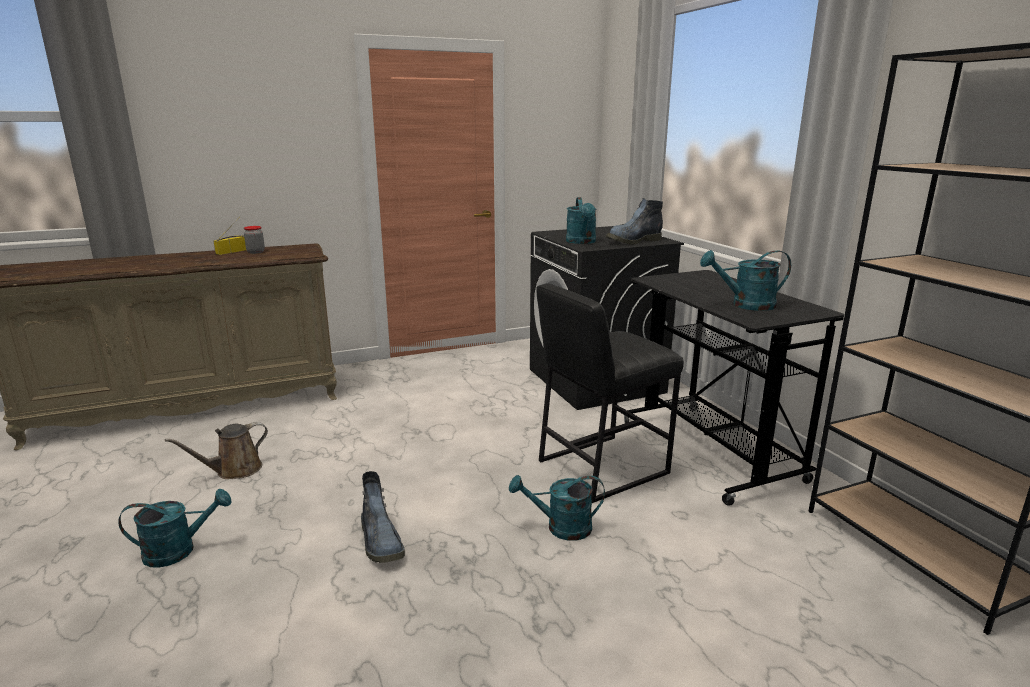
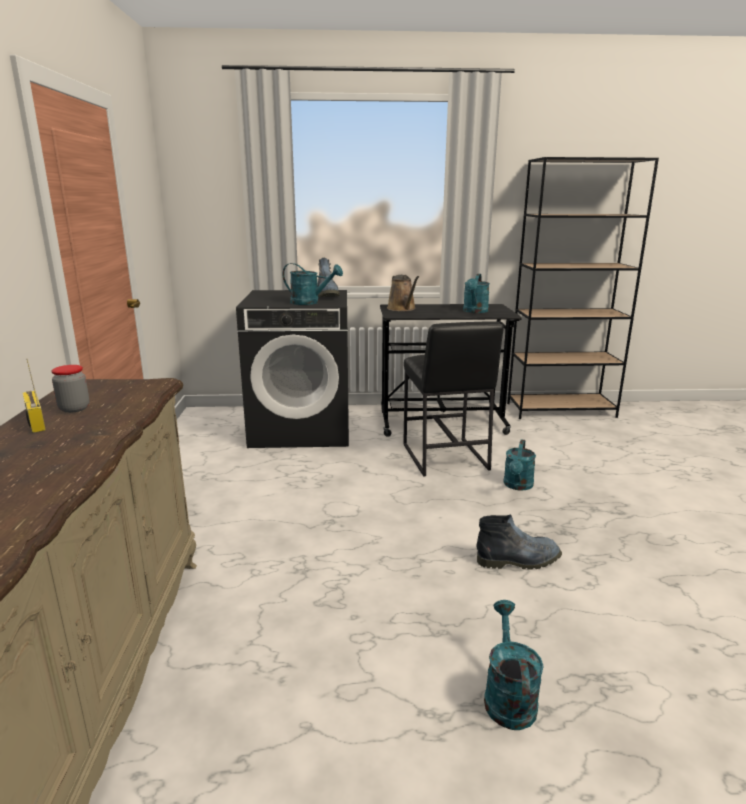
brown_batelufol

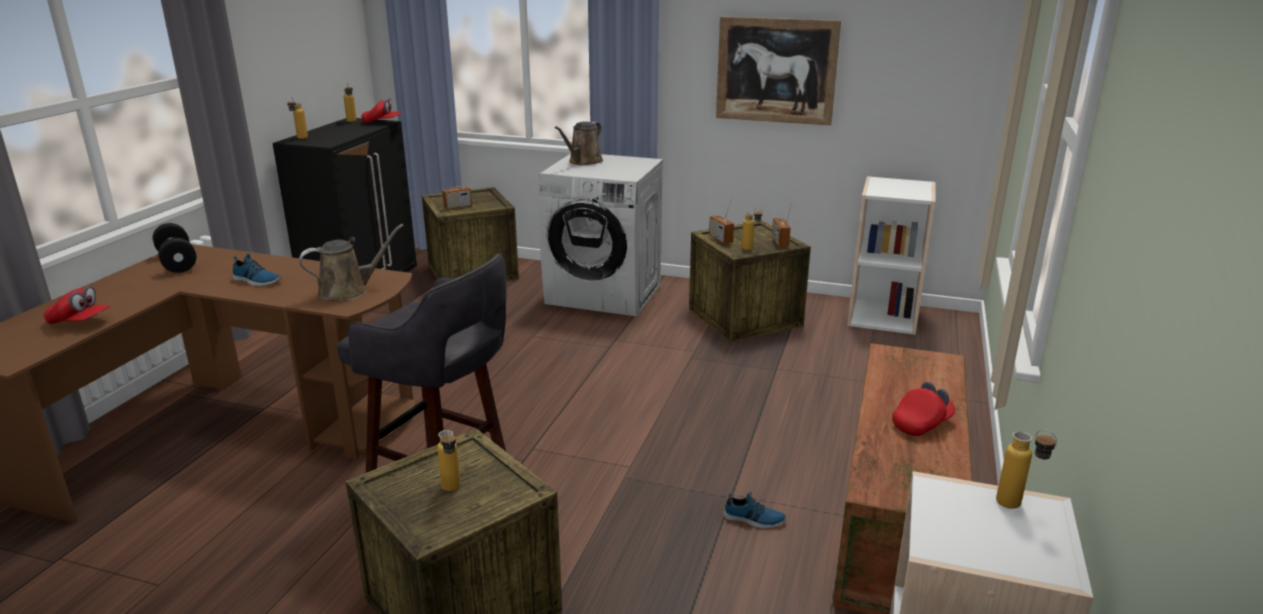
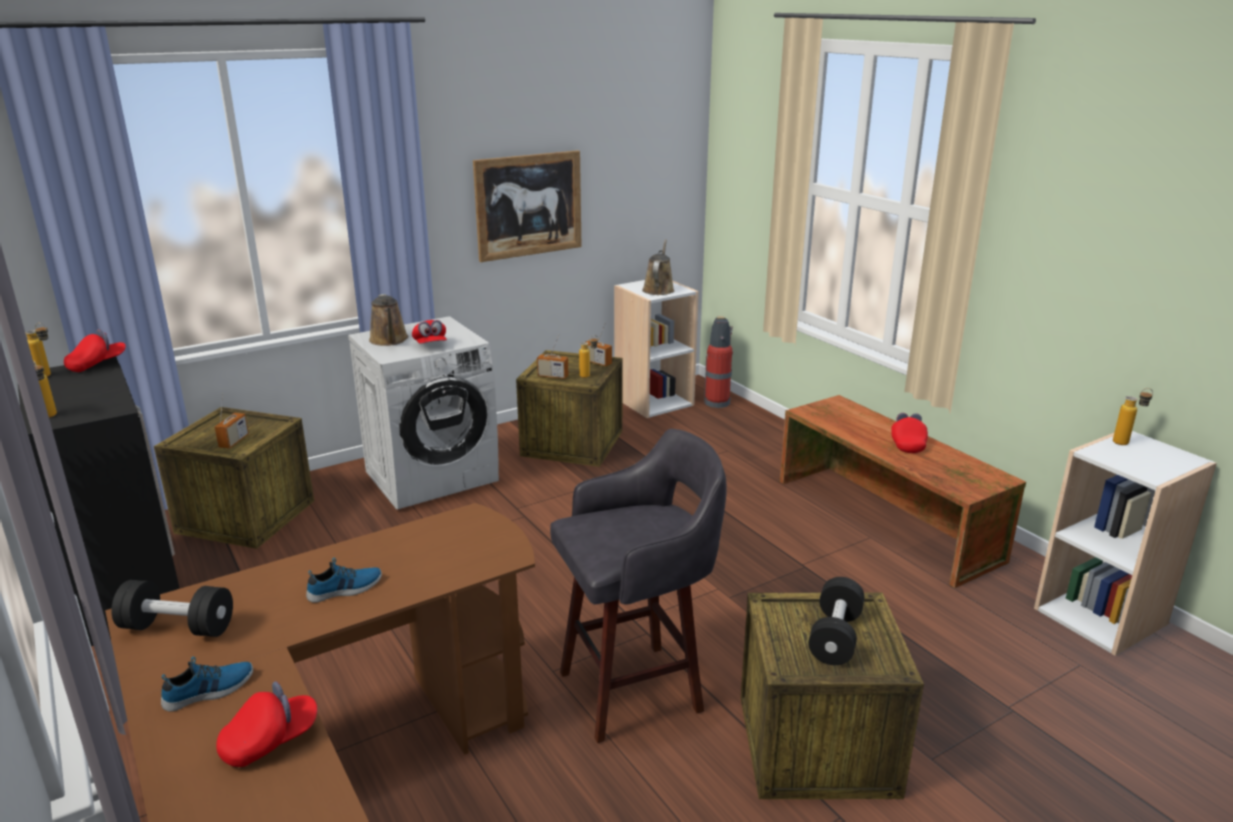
brown_batelufol (no. 2 from left)
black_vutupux (no. 2 from left)
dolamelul (no. 1 from left)
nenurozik
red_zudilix (no. 3 from left)

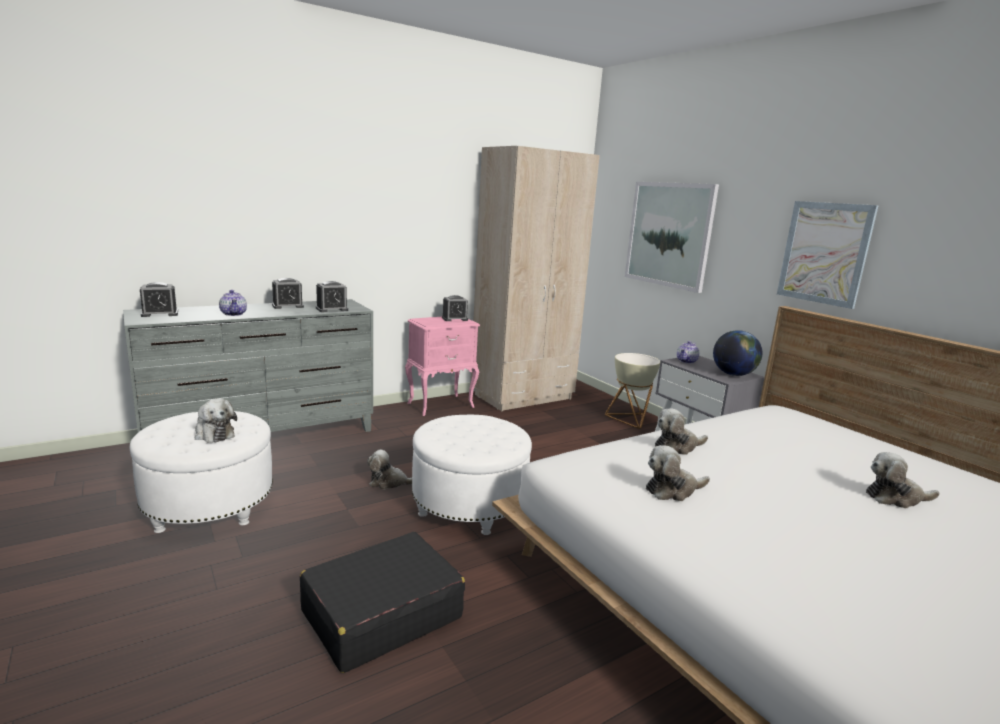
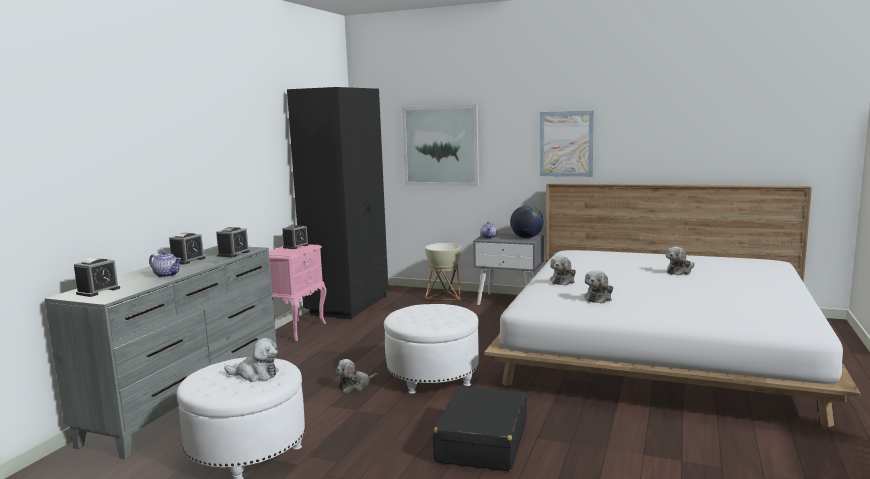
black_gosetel

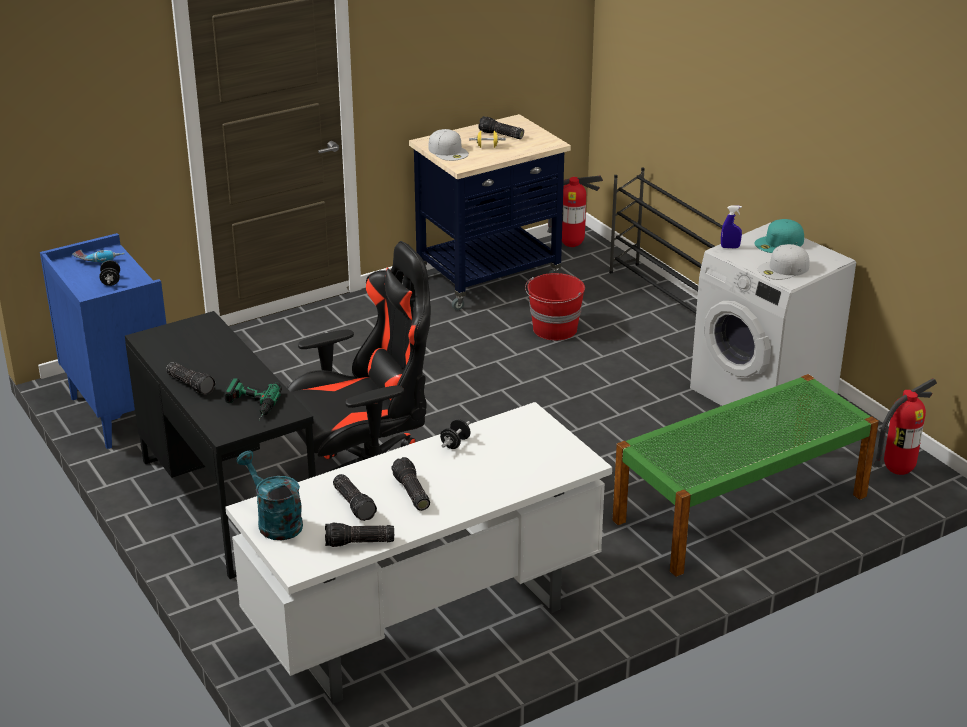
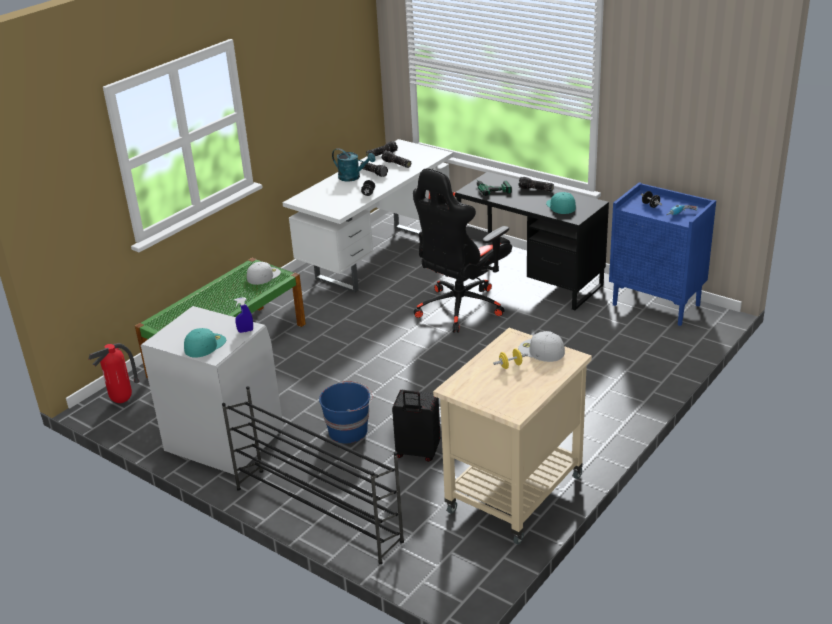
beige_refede
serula (no. 5 from left in the first image)
nenurozik (no. 1 from left in the first image)
white_zudilix (no. 1 from left)
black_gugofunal
turquoise_batelufol
turquoise_zudilix (no. 2 from left)
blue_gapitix

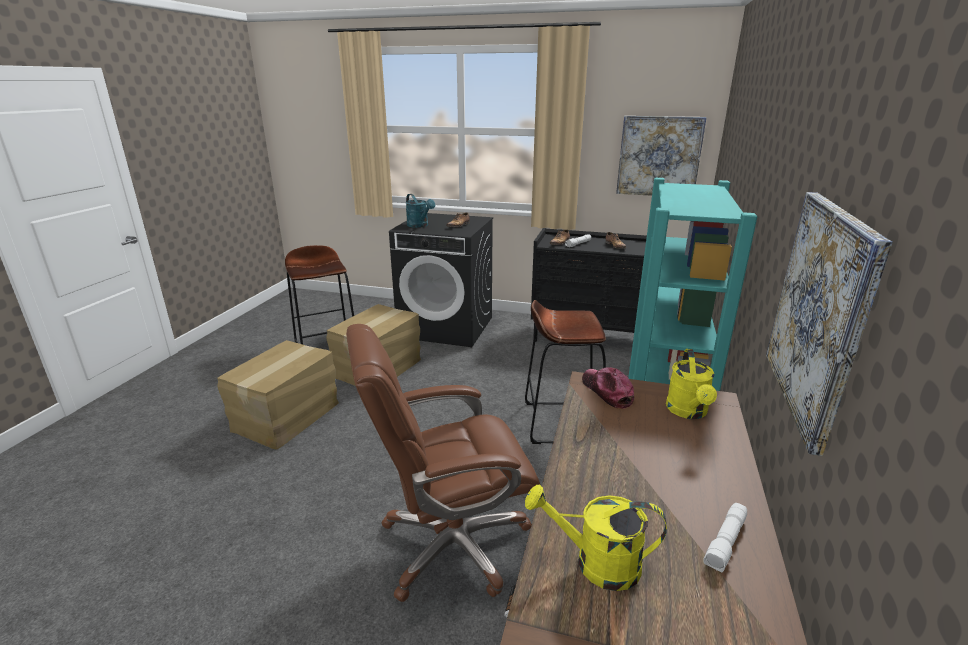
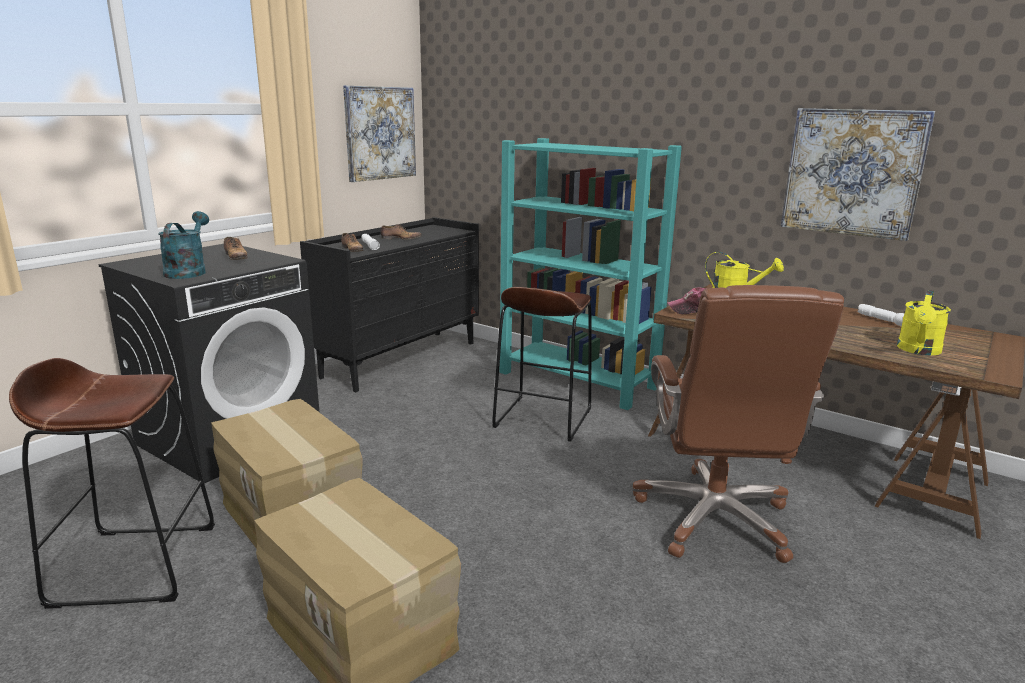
turquoise_batelufol

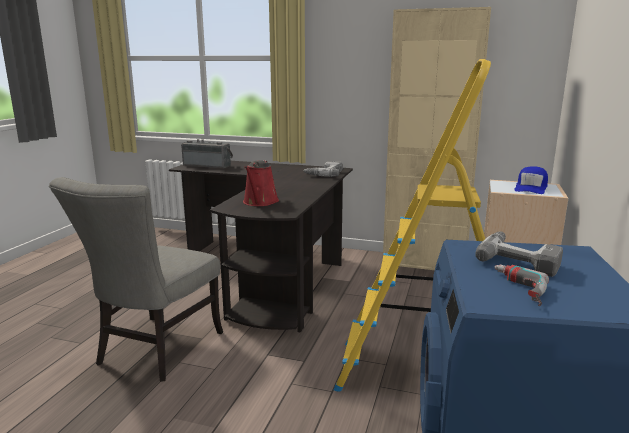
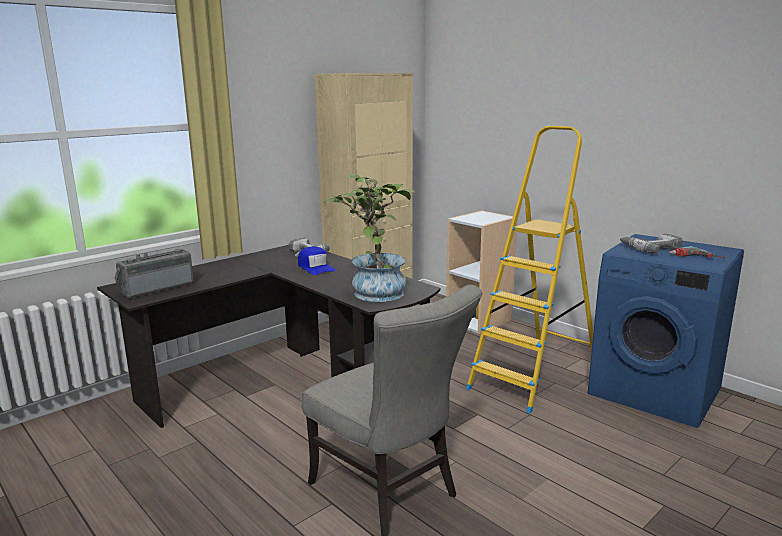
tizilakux
blue_zudilix

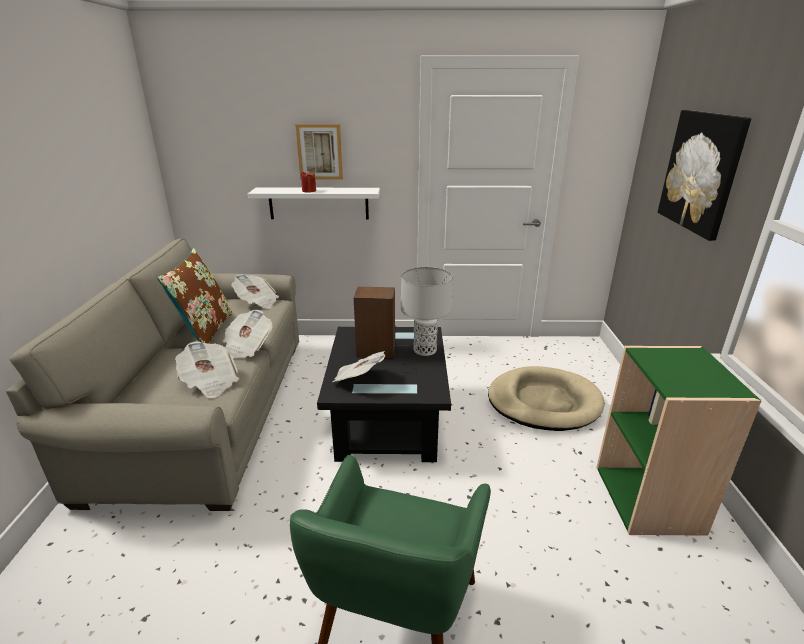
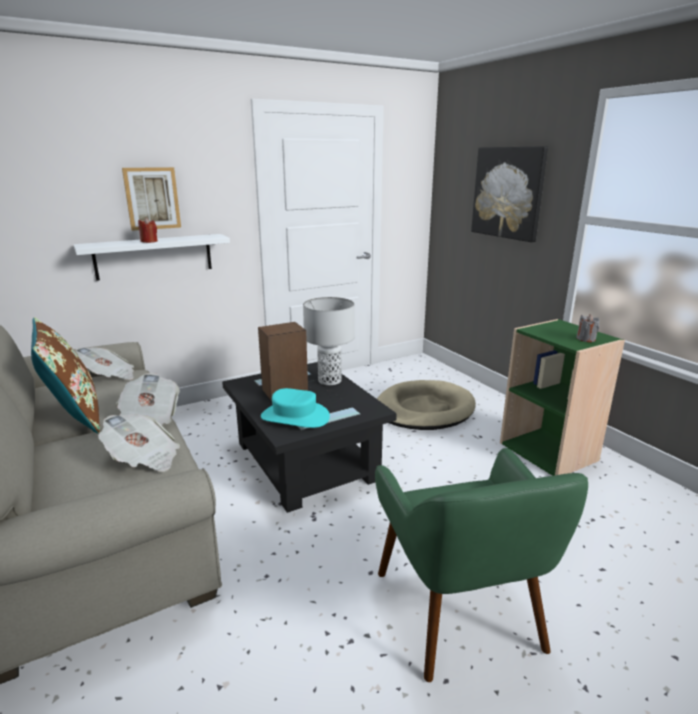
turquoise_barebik
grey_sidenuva

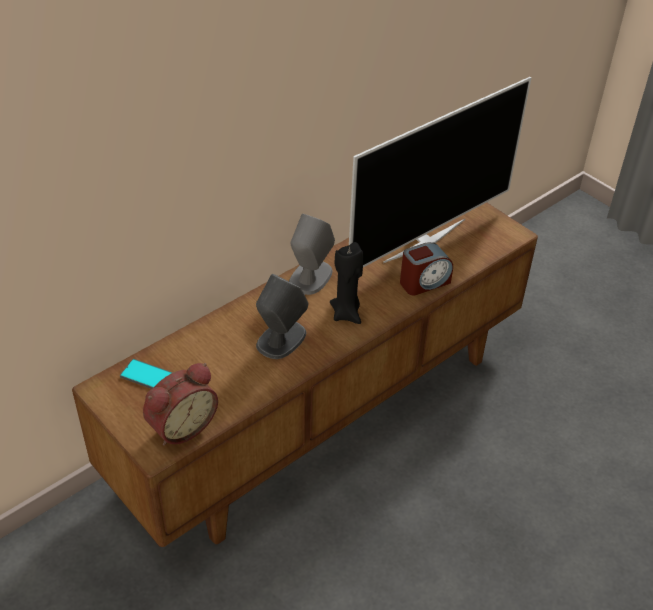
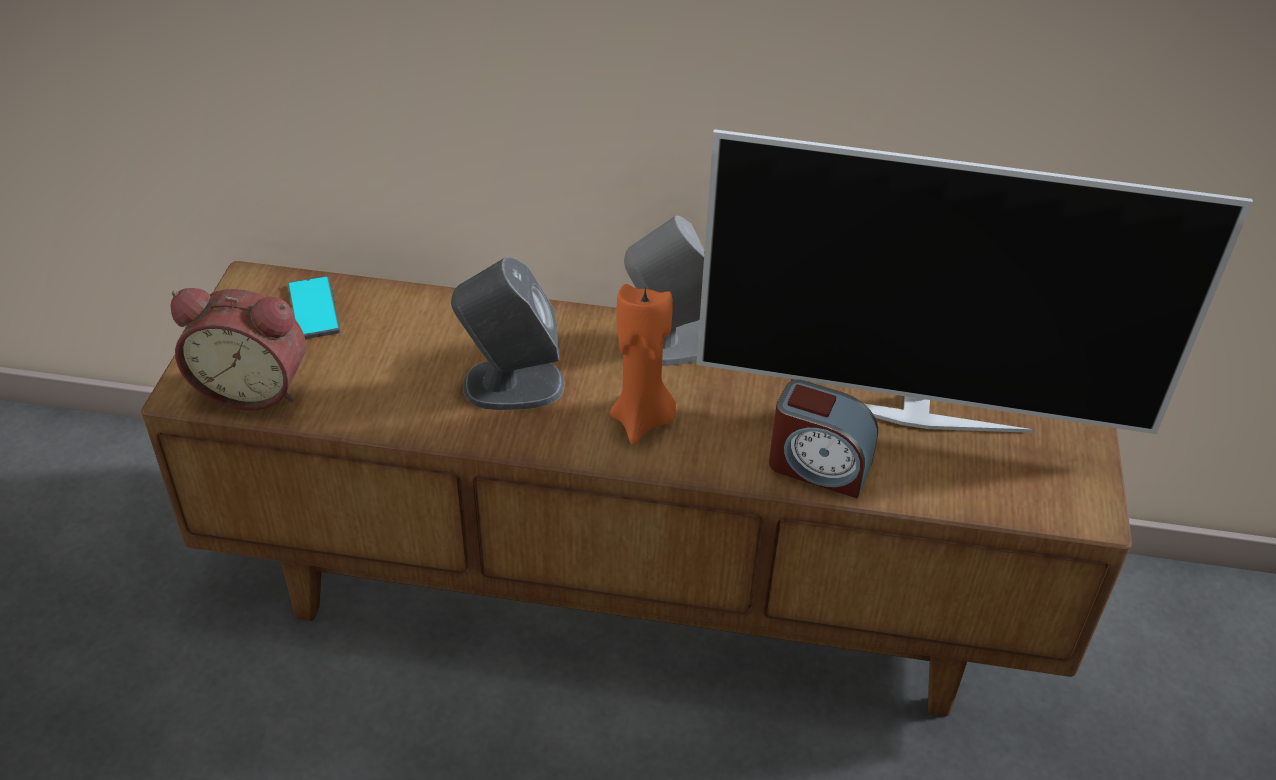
orange_sidenuva

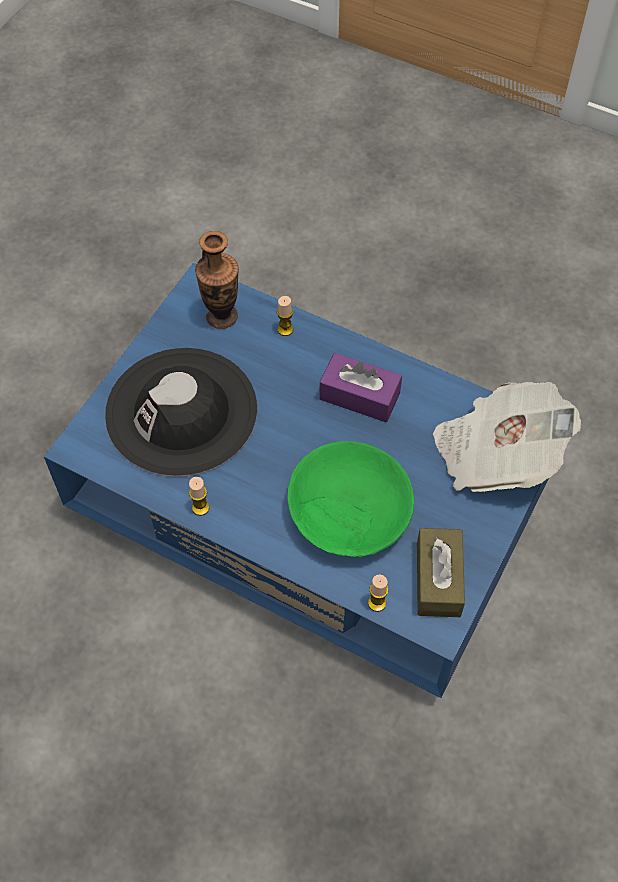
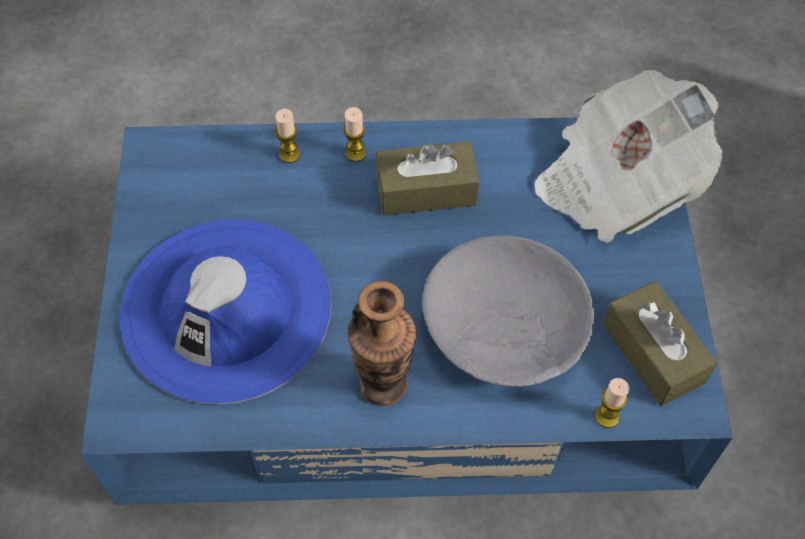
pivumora
blue_barebik
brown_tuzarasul (no. 1 from left)
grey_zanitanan
sidenuva (no. 2 from left)

